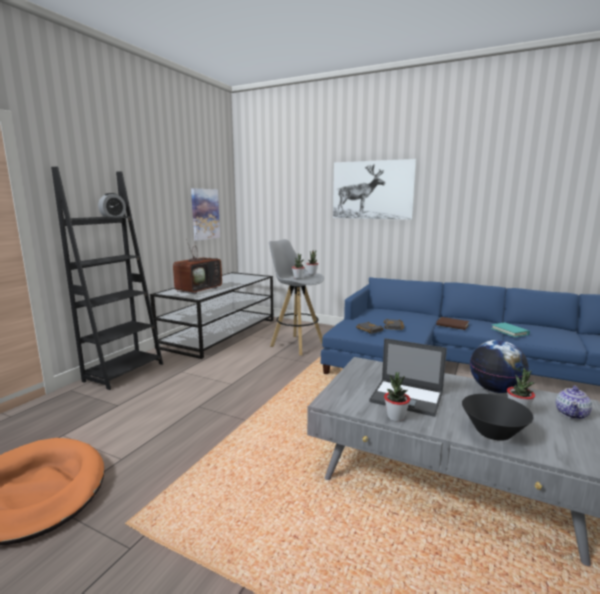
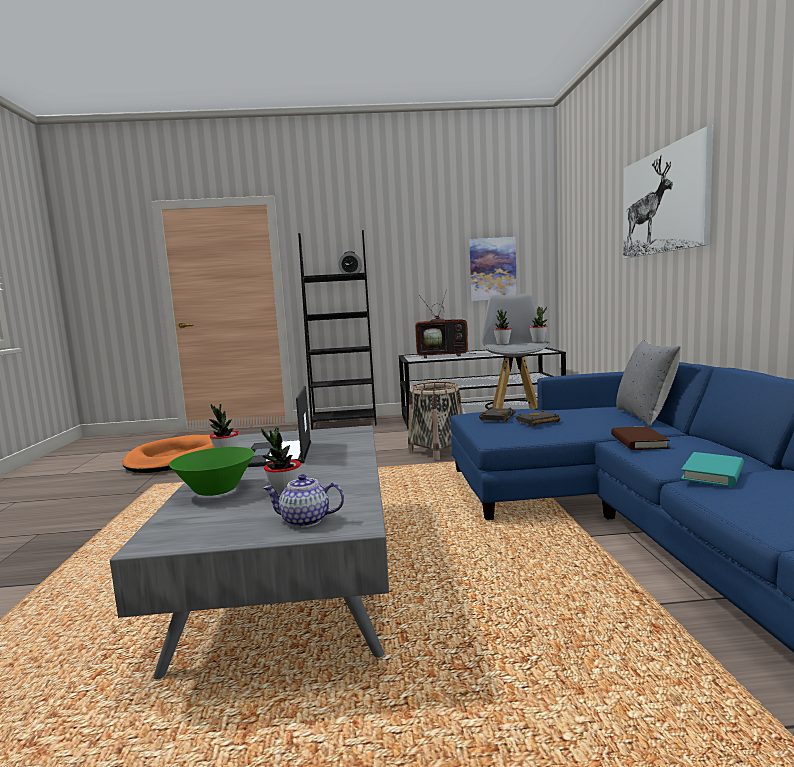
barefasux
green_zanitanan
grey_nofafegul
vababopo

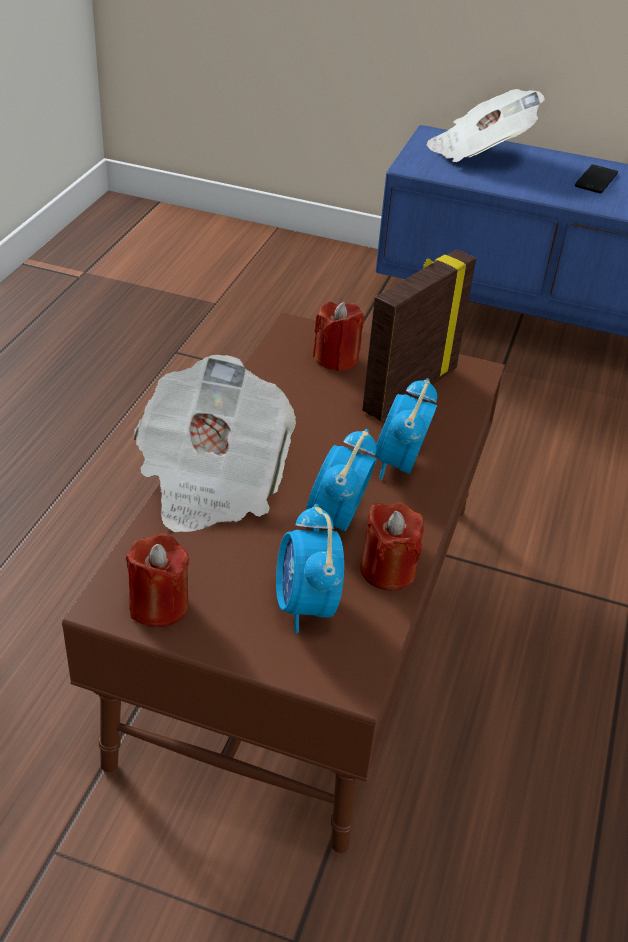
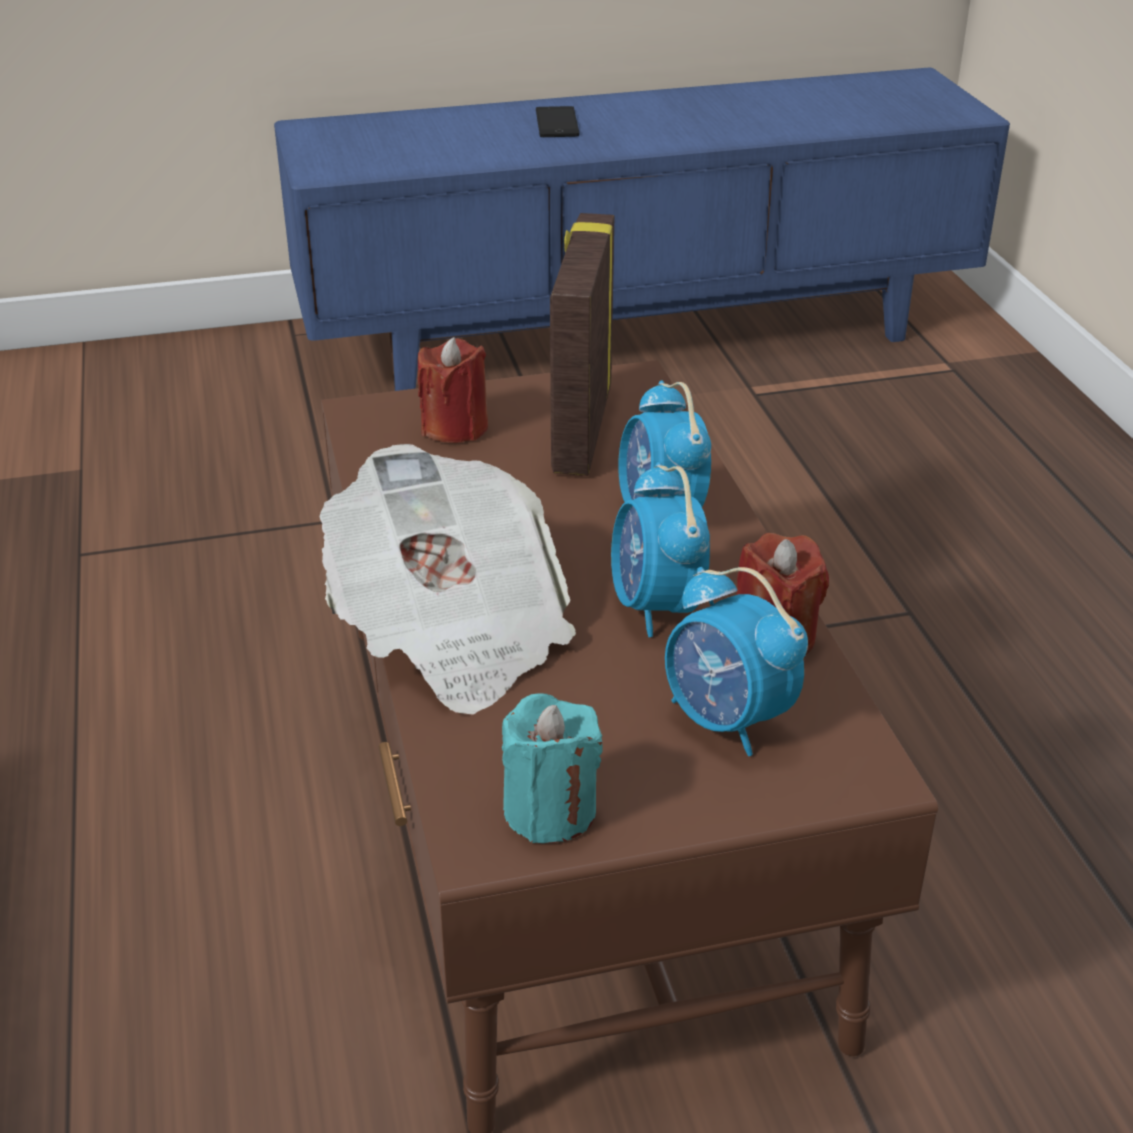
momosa (no. 2 from left in the first image)
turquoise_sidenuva

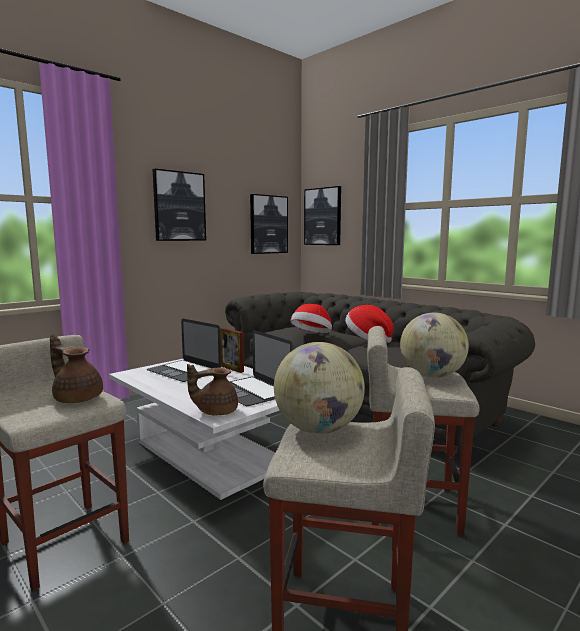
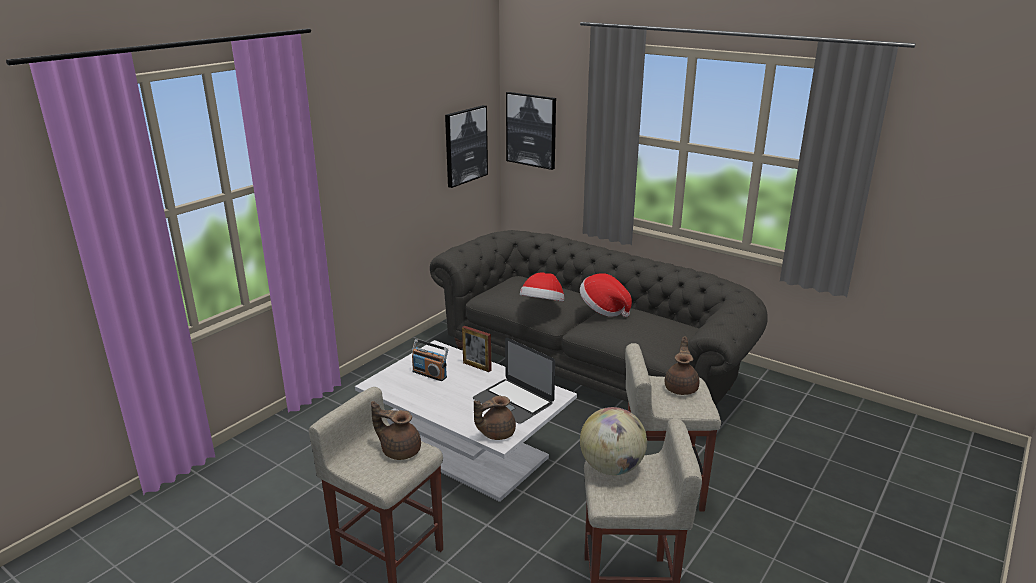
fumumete (no. 1 from left in the first image)
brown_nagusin (no. 3 from left)
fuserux

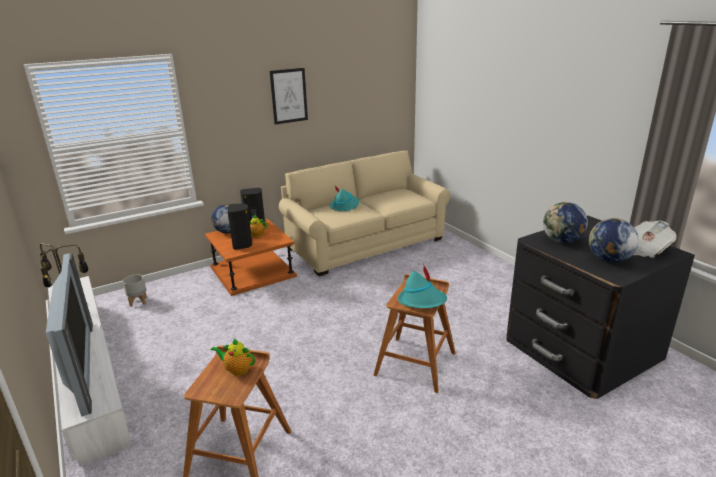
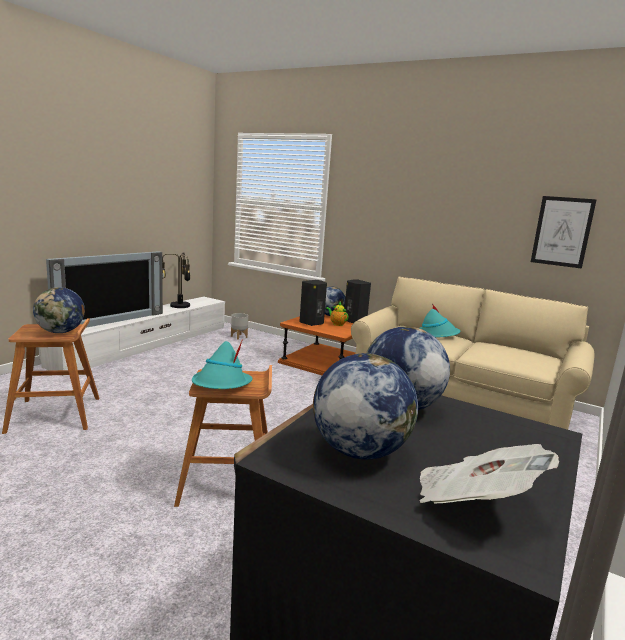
fumumete
barefasux (no. 1 from left)

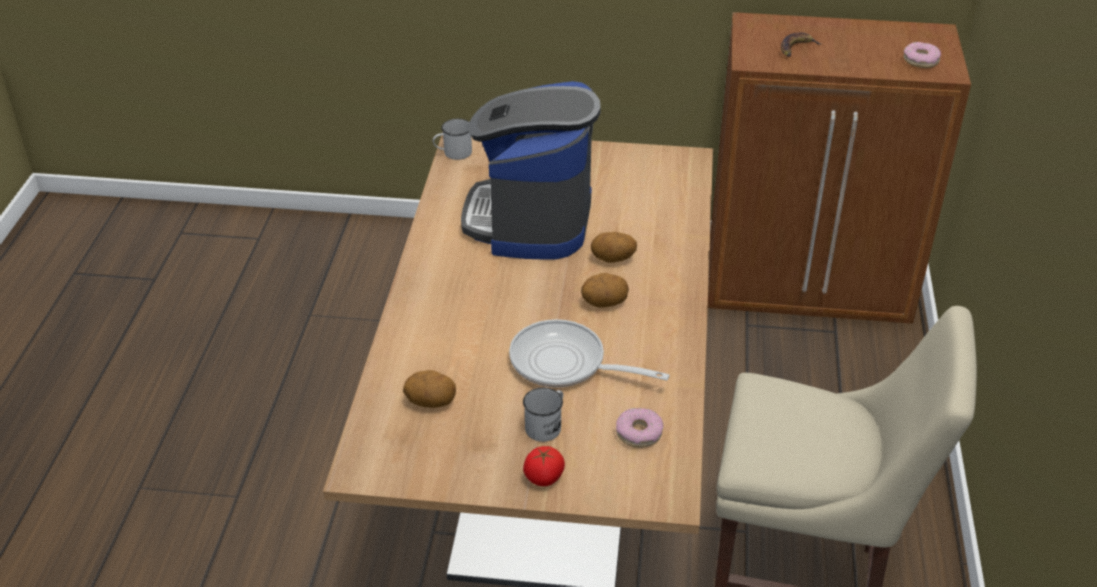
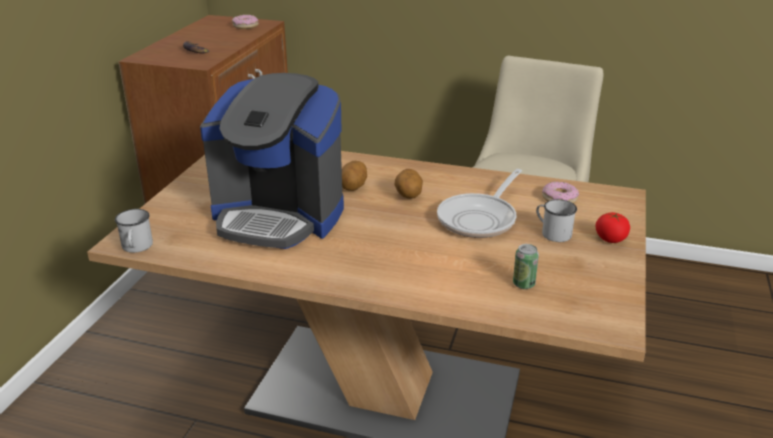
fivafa

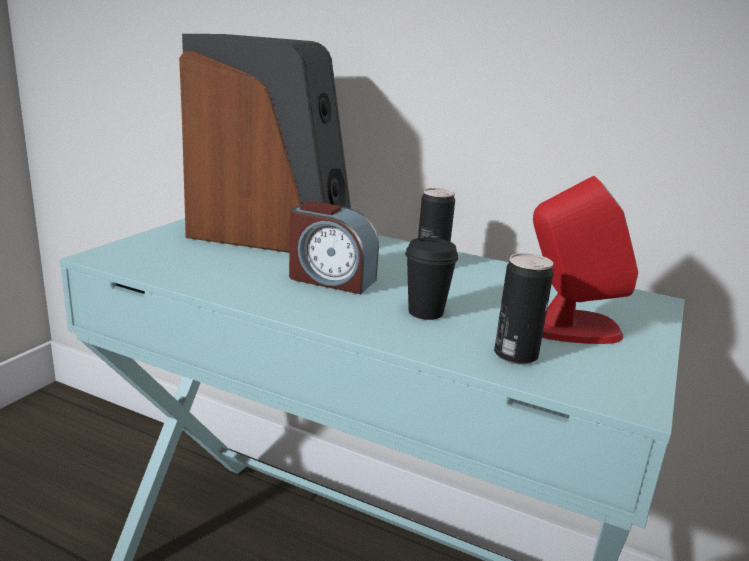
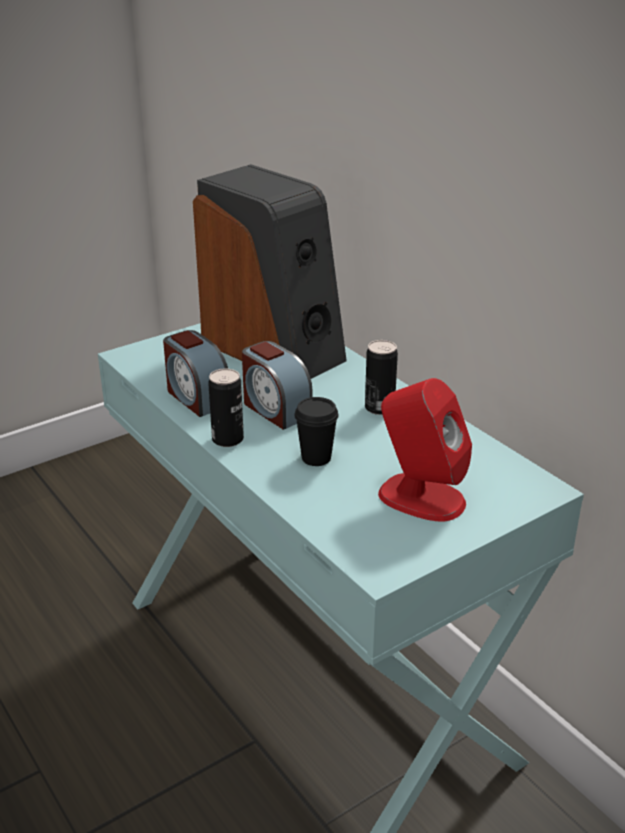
fivafa (no. 1 from left)
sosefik (no. 1 from left)

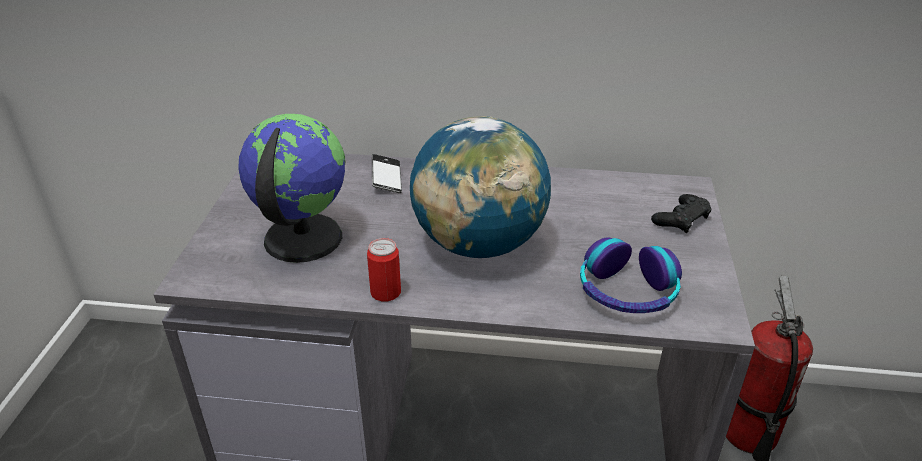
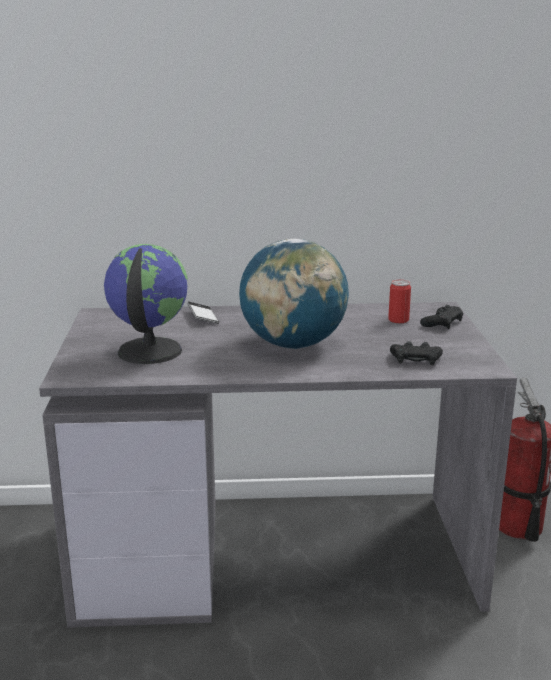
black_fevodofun (no. 1 from left)
fivafa

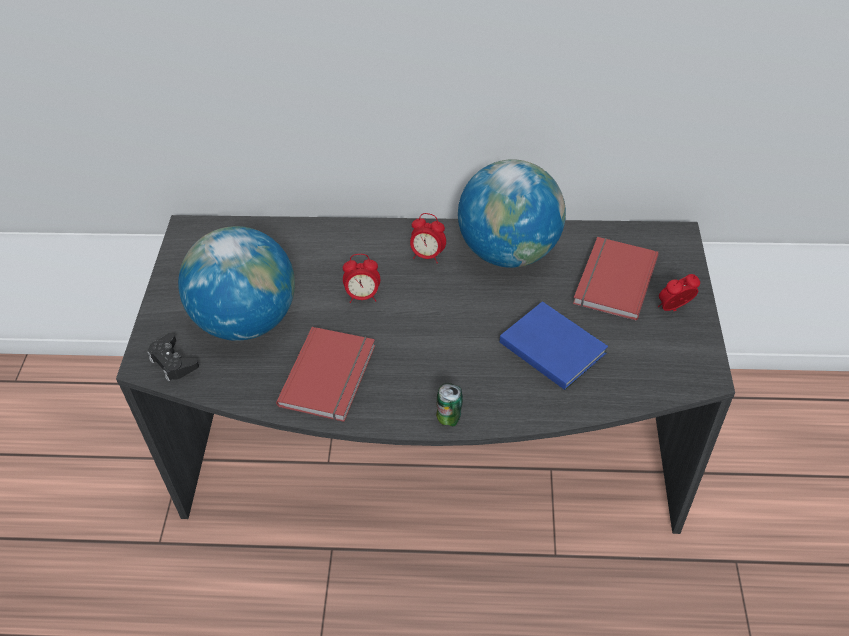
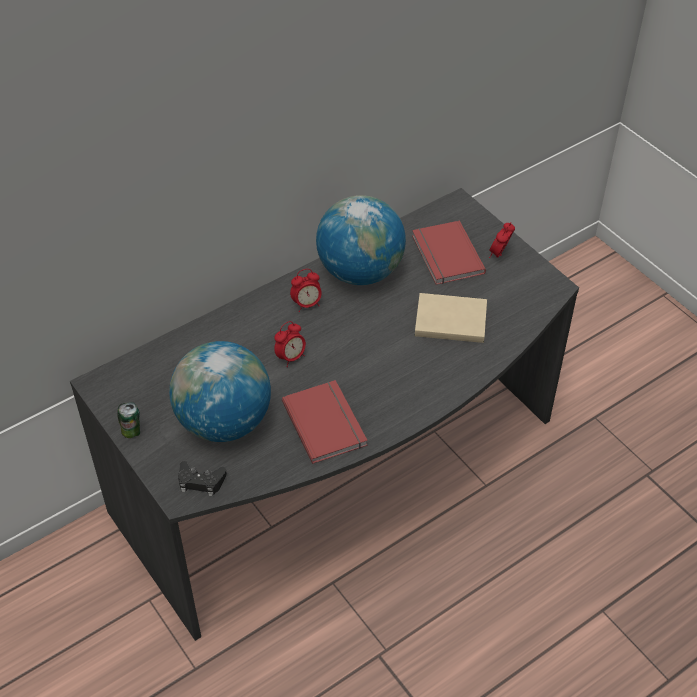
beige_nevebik
fivafa

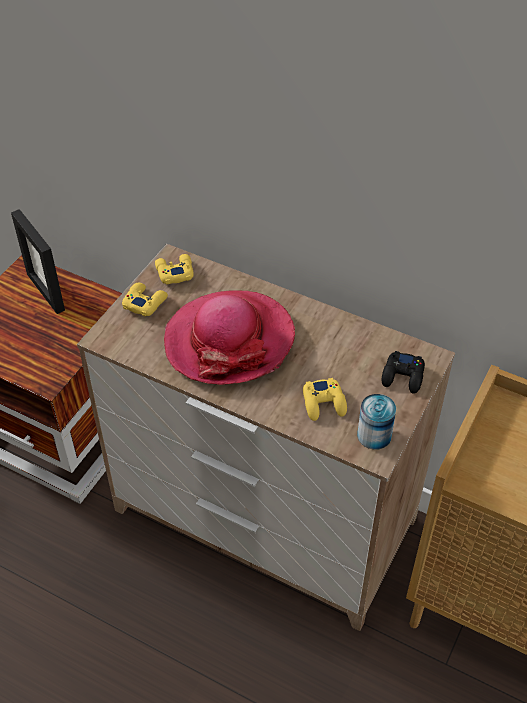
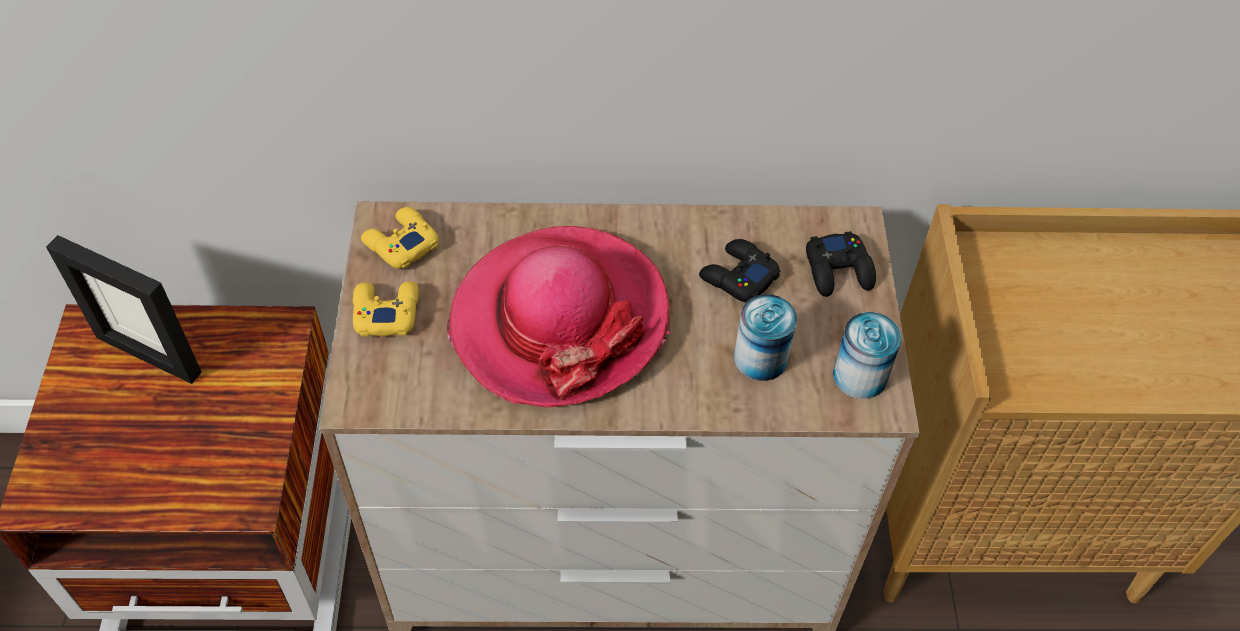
fivafa (no. 1 from left)
black_fevodofun (no. 1 from left)

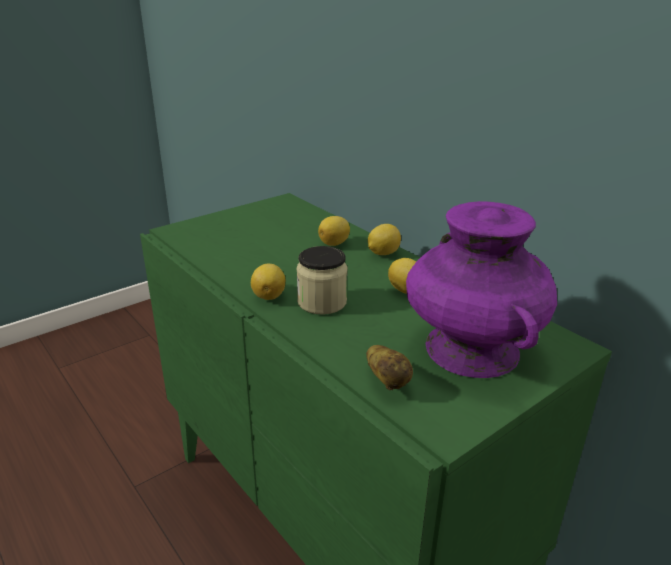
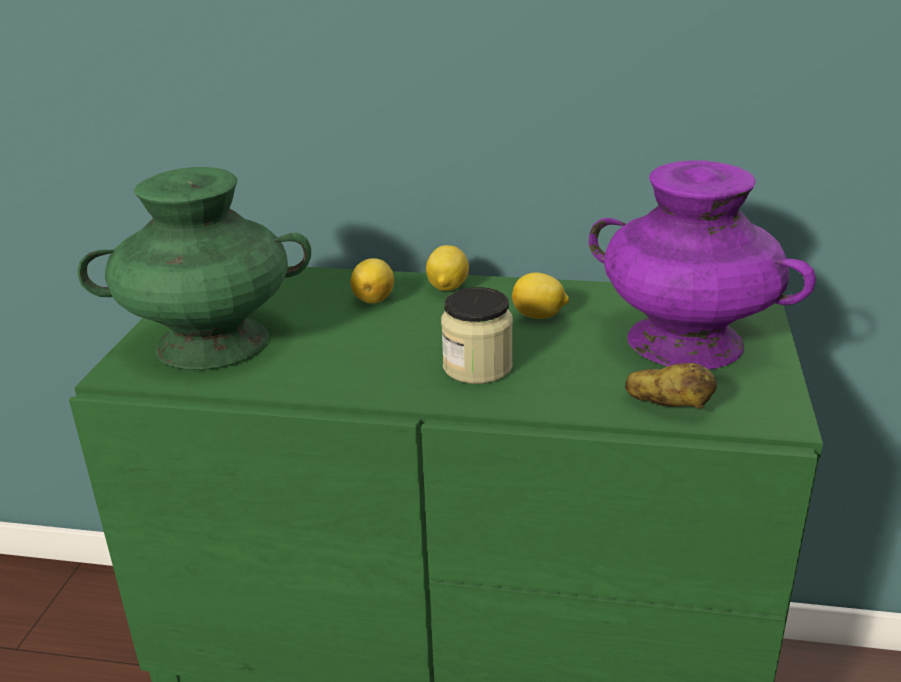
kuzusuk (no. 1 from left in the first image)
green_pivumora

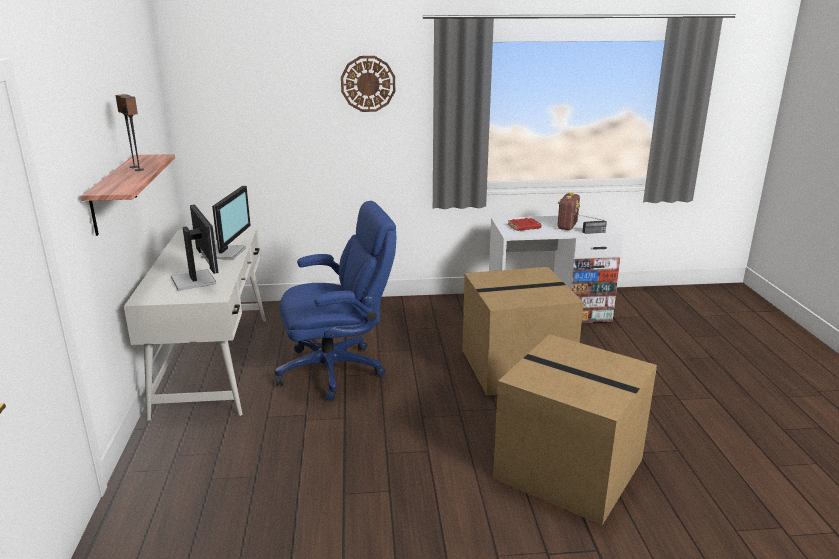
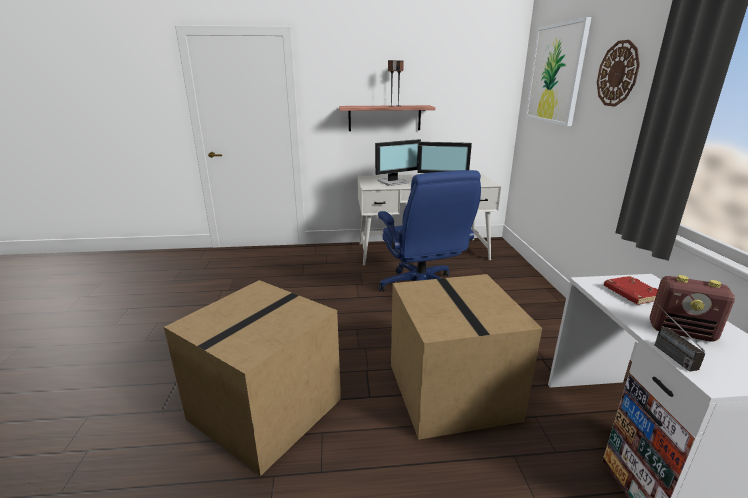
fumumete

